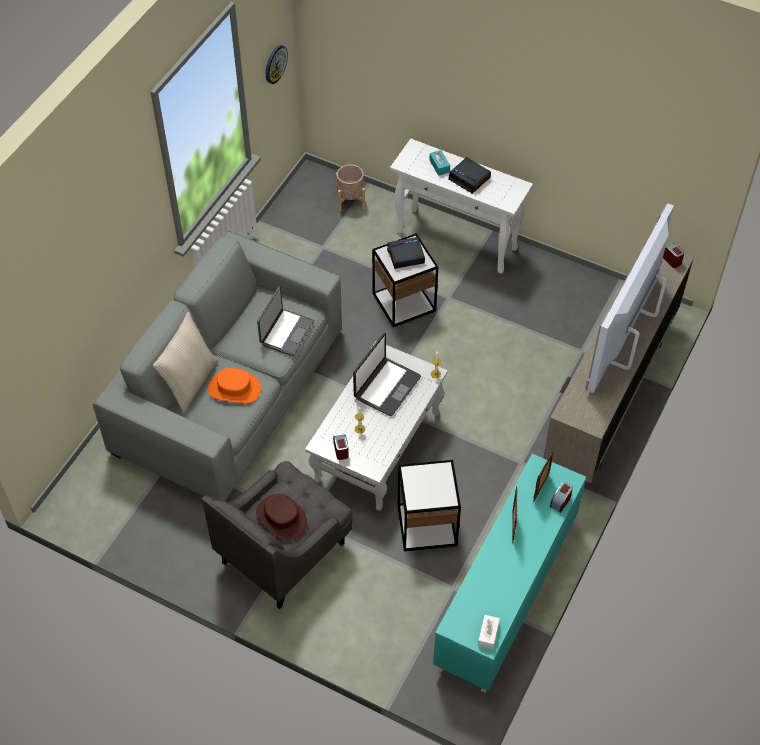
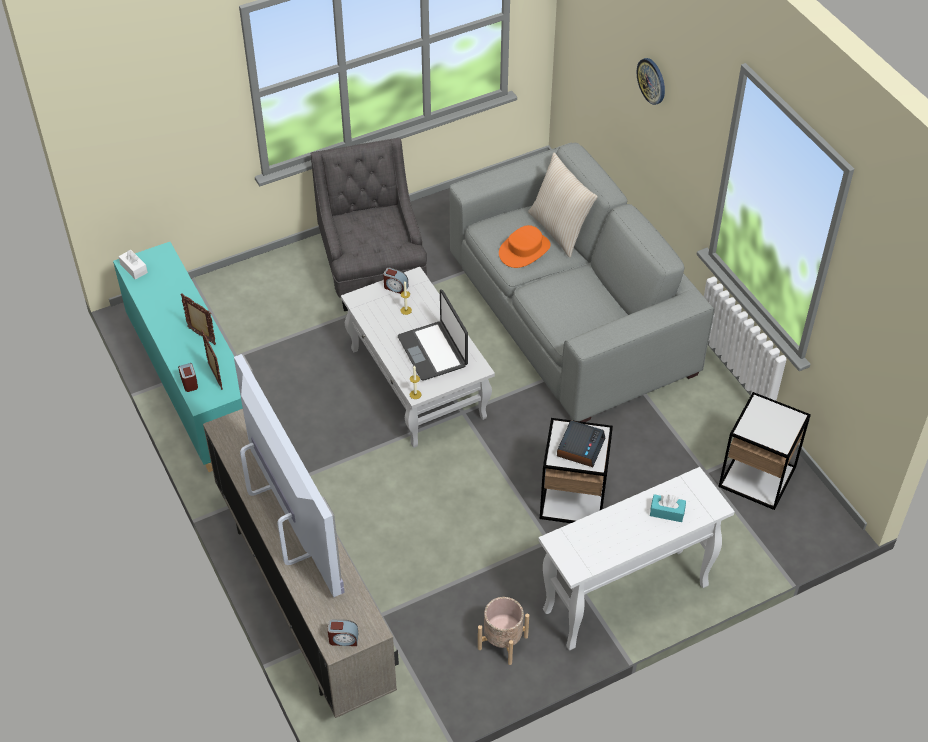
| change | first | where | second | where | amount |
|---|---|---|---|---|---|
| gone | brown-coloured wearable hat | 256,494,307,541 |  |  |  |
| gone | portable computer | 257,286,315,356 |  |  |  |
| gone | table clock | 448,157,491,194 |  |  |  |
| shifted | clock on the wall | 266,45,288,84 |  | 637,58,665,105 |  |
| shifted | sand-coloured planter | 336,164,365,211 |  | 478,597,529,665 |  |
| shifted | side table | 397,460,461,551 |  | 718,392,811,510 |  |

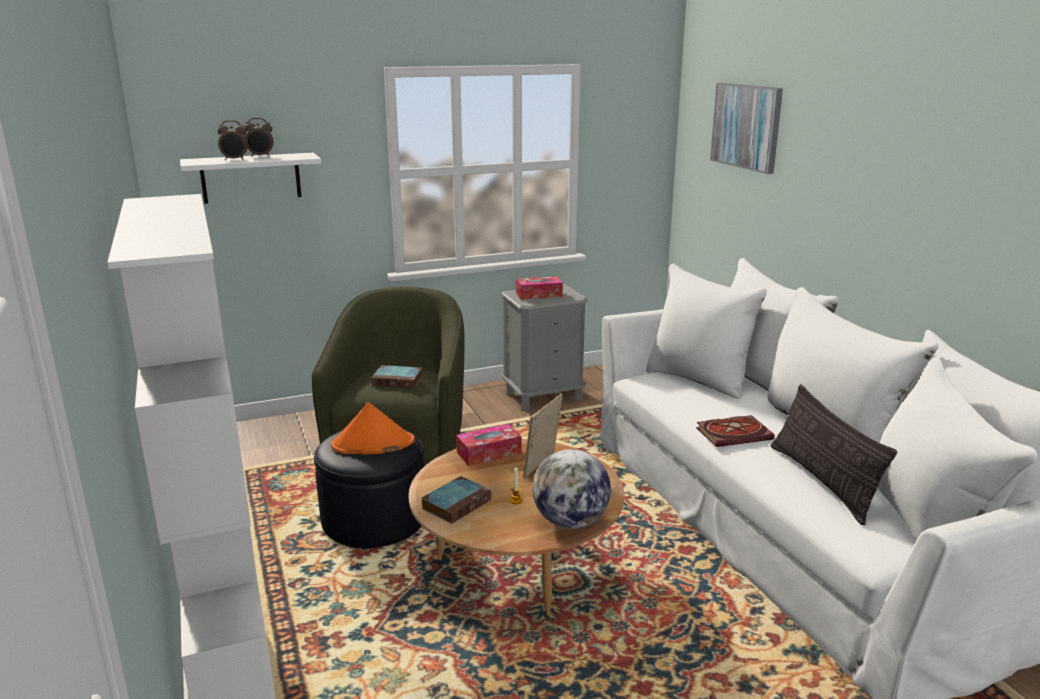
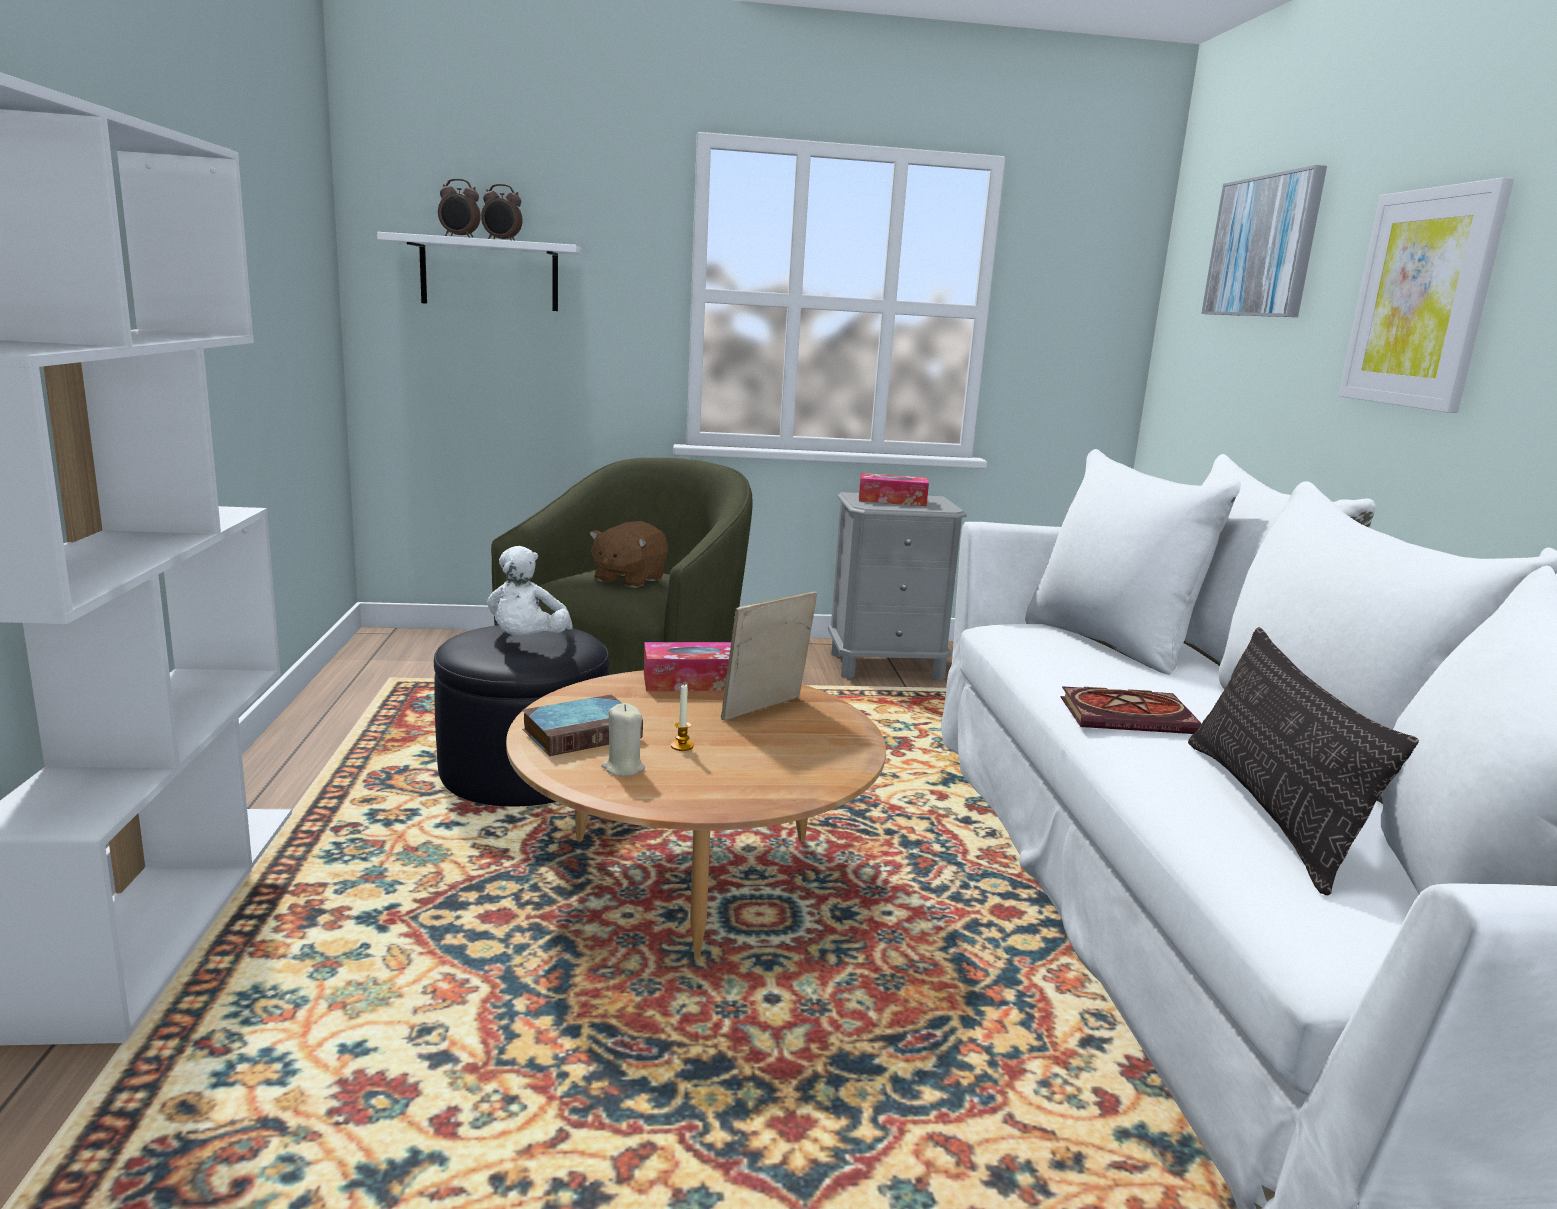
| change | first | where | second | where | amount |
|---|---|---|---|---|---|
| gone | world globe | 532,449,611,529 |  |  |  |
| new |  |  | sand-coloured wax candle | 601,703,645,776 |  |
| new |  |  | wall picture | 1338,177,1514,413 |  |
| swapped | orange wearable hat | 331,402,415,455 | whitish soft toy | 487,546,573,636 |  |
| swapped | bound book | 371,365,423,389 | brown-coloured soft toy | 589,521,668,588 |  |

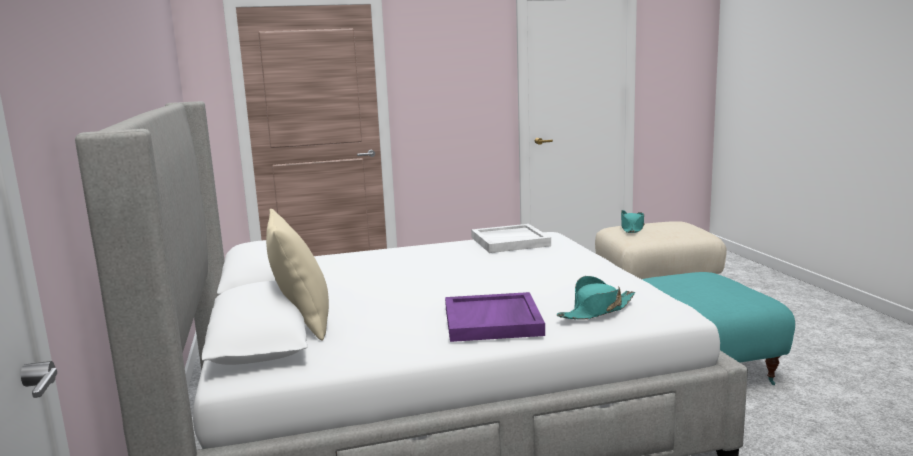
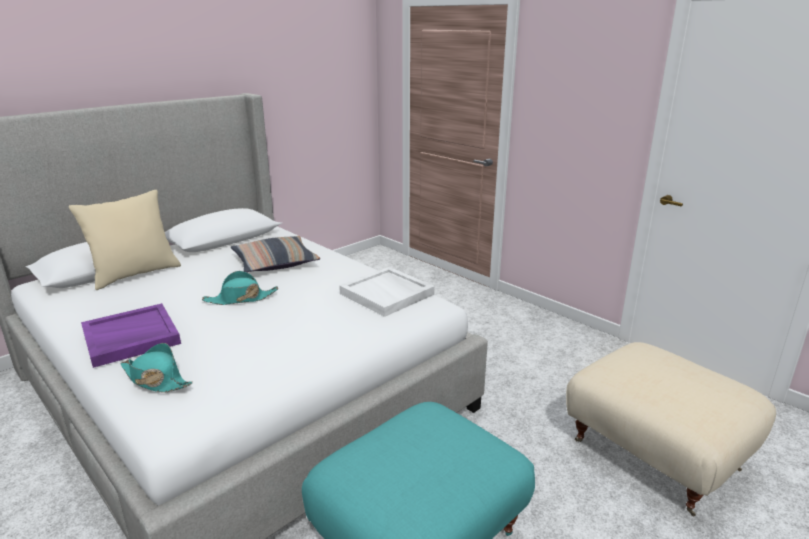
| change | first | where | second | where | amount |
|---|---|---|---|---|---|
| new |  |  | pillow | 231,236,320,272 |  |
| shifted | blue-green wearable hat | 621,210,644,233 |  | 202,271,278,305 |  |

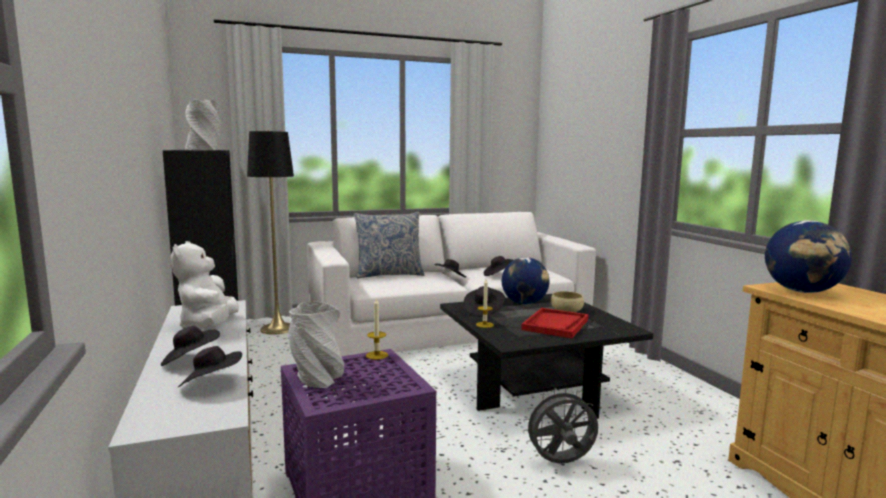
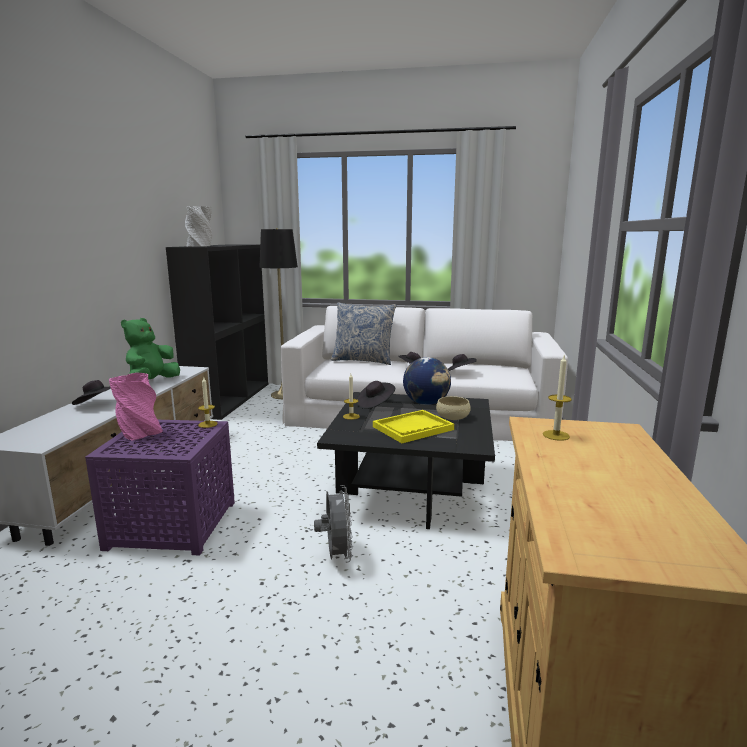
| change | first | where | second | where | amount |
|---|---|---|---|---|---|
| gone | blackish wearable hat | 178,346,242,387 |  |  |  |
| swapped | world globe | 765,220,852,293 | wax candle | 543,354,572,441 |  |
| repainted | whitish soft toy | 171,241,239,328 | green-coloured soft toy | 121,318,180,379 |  |
| repainted | gray decorative vase | 289,302,344,388 | pink decorative vase | 109,373,163,441 |  |
| repainted | red-coloured tray | 521,308,588,338 | yellowish tray | 373,410,454,443 |  |
| rotated | gray cooling fan | 523,387,598,464 |  | 314,485,353,563 | 60 degrees clockwise |

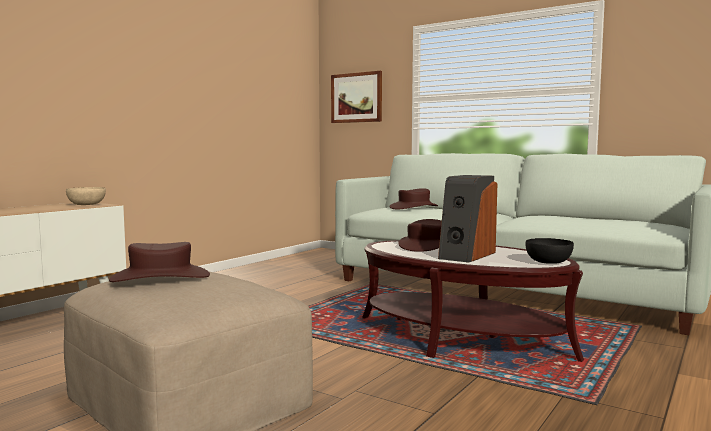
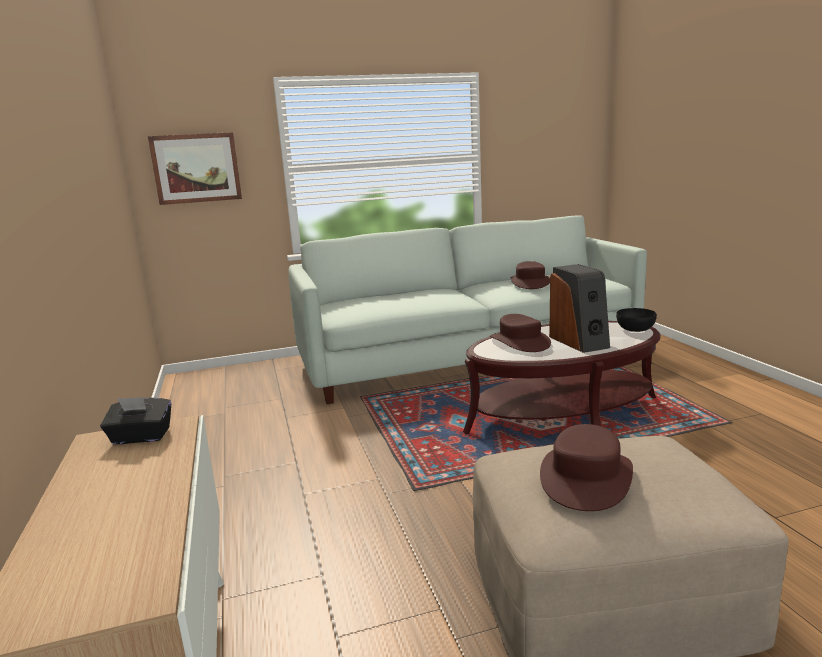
| change | first | where | second | where | amount |
|---|---|---|---|---|---|
| shifted | brown-coloured wearable hat | 390,188,438,209 |  | 510,261,550,289 |  |
| swapped | sand-coloured bowl | 66,187,106,205 | blackish box of tissues | 100,397,171,444 |  |

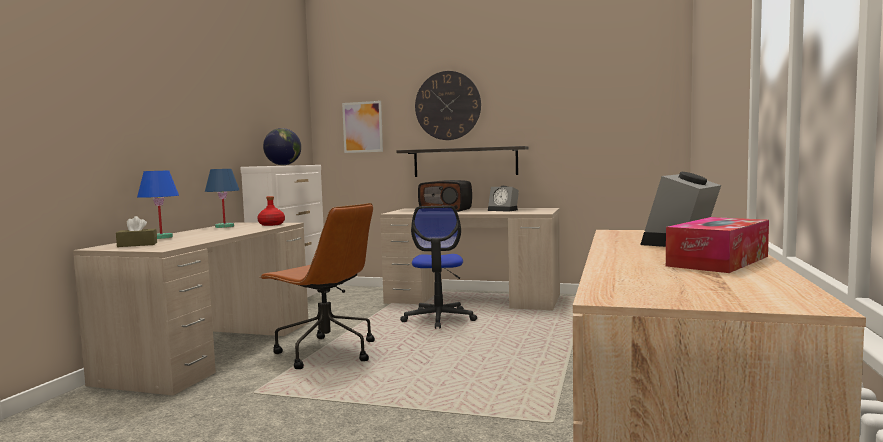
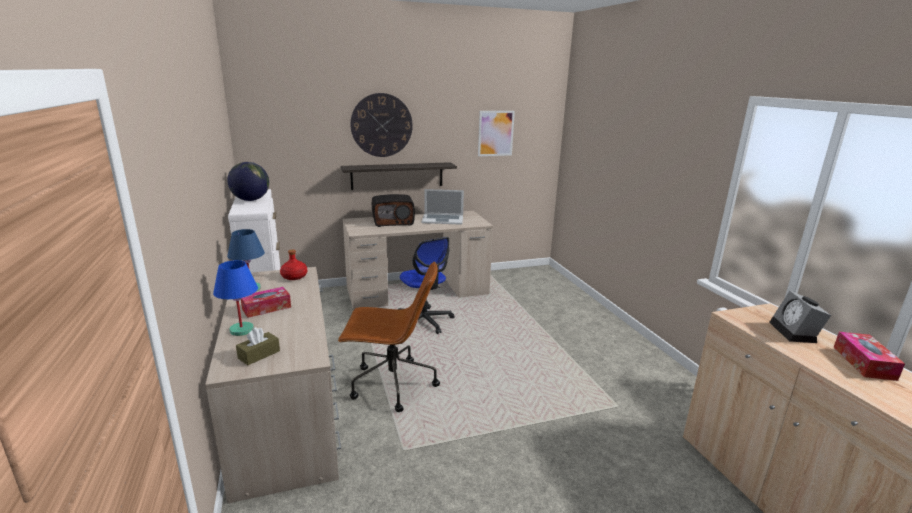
| change | first | where | second | where | amount |
|---|---|---|---|---|---|
| new |  |  | box of tissues | 241,287,291,318 |  |
| shifted | wall picture | 342,101,383,153 |  | 478,111,515,156 |  |
| swapped | table clock | 488,186,519,212 | portable computer | 422,189,464,225 |  |

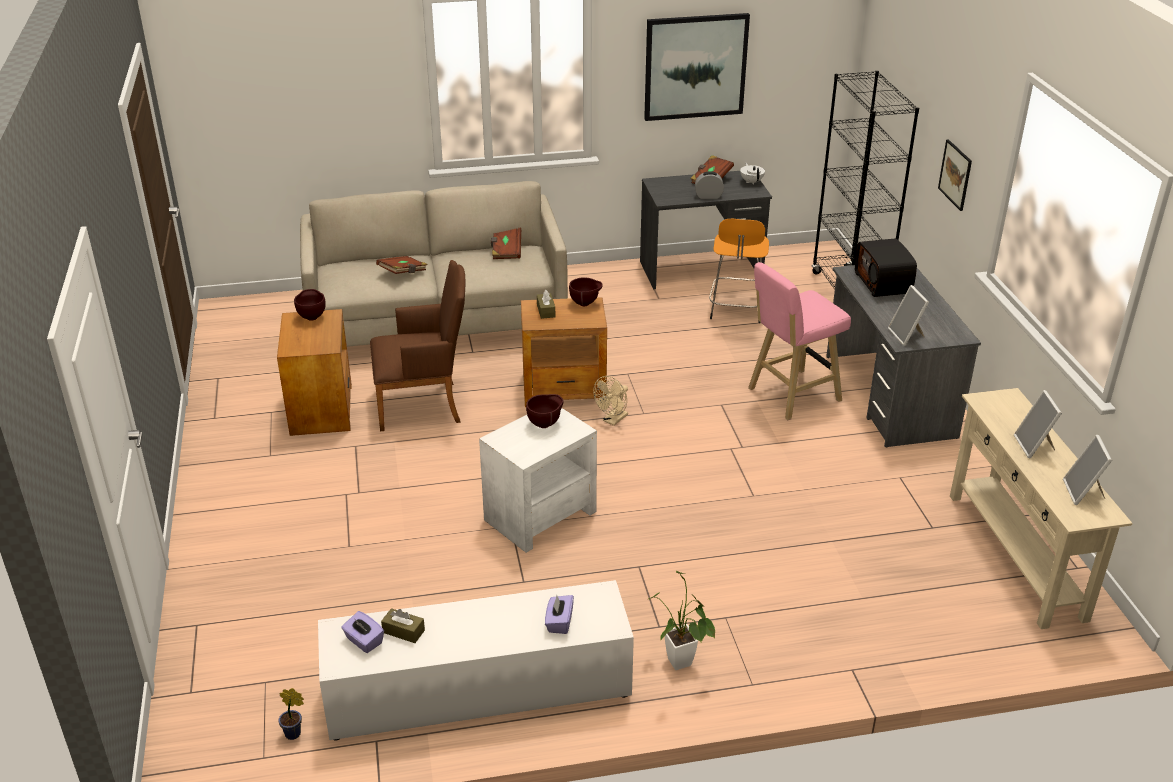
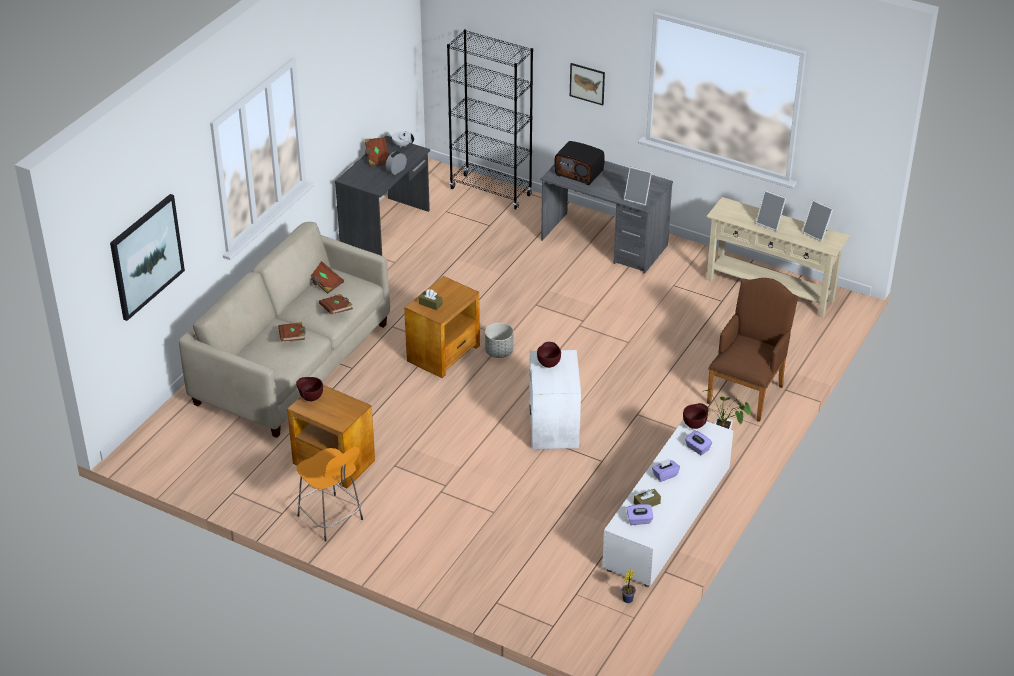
| change | first | where | second | where | amount |
|---|---|---|---|---|---|
| gone | pink sitting stool | 748,262,851,420 |  |  |  |
| new |  |  | brown-coloured bound book | 319,294,353,315 |  |
| new |  |  | purple-coloured box of tissues | 652,458,680,482 |  |
| shifted | brown-coloured lounge chair | 370,260,465,431 |  | 707,278,798,422 |  |
| shifted | brown-coloured bowl | 569,277,603,306 |  | 683,403,708,429 |  |
| shifted | wall picture | 644,13,750,121 |  | 110,194,185,321 |  |
| shifted | orange sitting stool | 709,219,769,323 |  | 297,447,363,541 |  |
| swapped | sand-coloured cooling fan | 593,376,628,426 | gray planter | 485,323,513,358 |  |

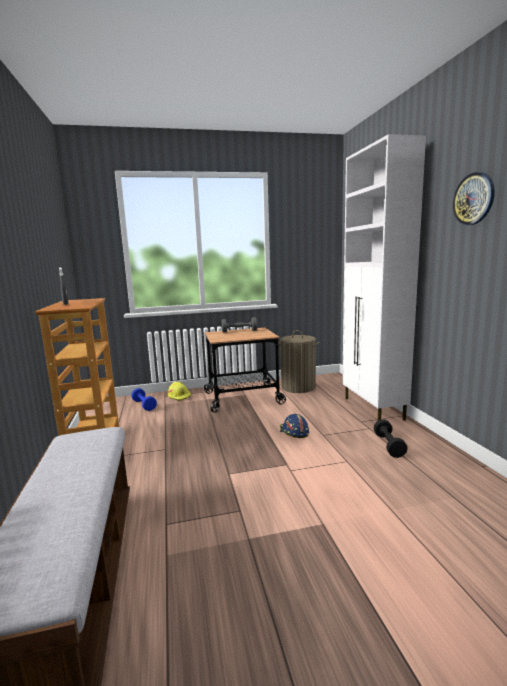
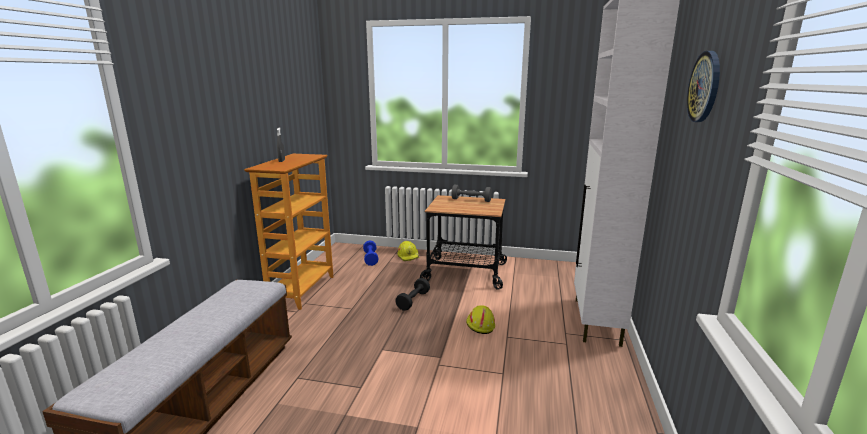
| change | first | where | second | where | amount |
|---|---|---|---|---|---|
| gone | washing basket | 278,330,320,393 |  |  |  |
| shifted | blackish hand weight | 374,419,408,458 |  | 395,278,430,311 |  |
| repainted | blue hard hat | 280,414,309,438 | yellowish hard hat | 466,305,495,334 |  |

